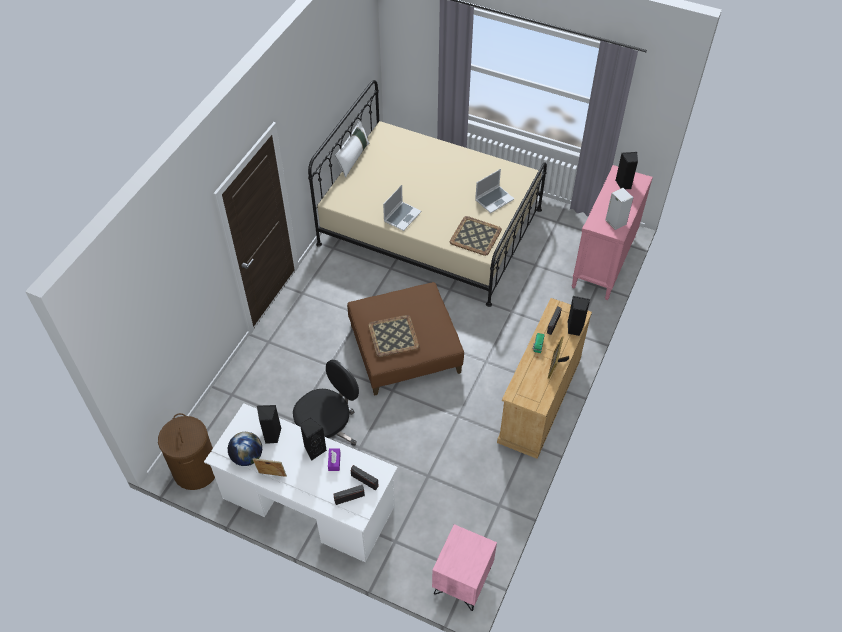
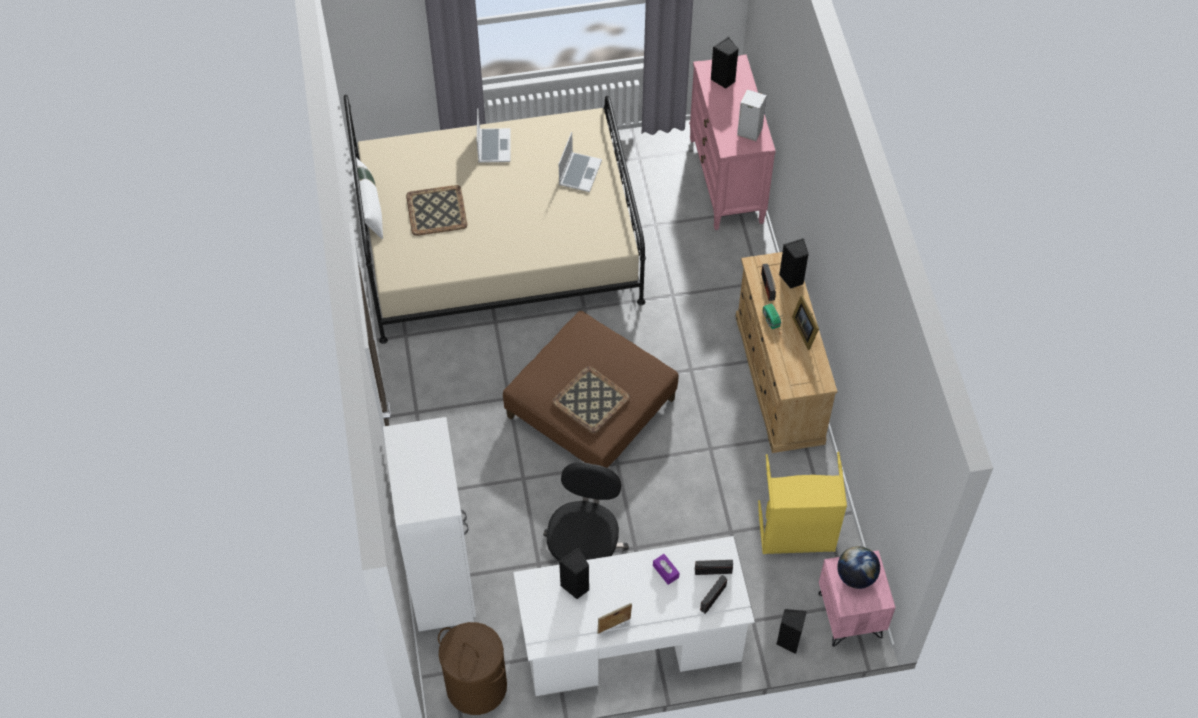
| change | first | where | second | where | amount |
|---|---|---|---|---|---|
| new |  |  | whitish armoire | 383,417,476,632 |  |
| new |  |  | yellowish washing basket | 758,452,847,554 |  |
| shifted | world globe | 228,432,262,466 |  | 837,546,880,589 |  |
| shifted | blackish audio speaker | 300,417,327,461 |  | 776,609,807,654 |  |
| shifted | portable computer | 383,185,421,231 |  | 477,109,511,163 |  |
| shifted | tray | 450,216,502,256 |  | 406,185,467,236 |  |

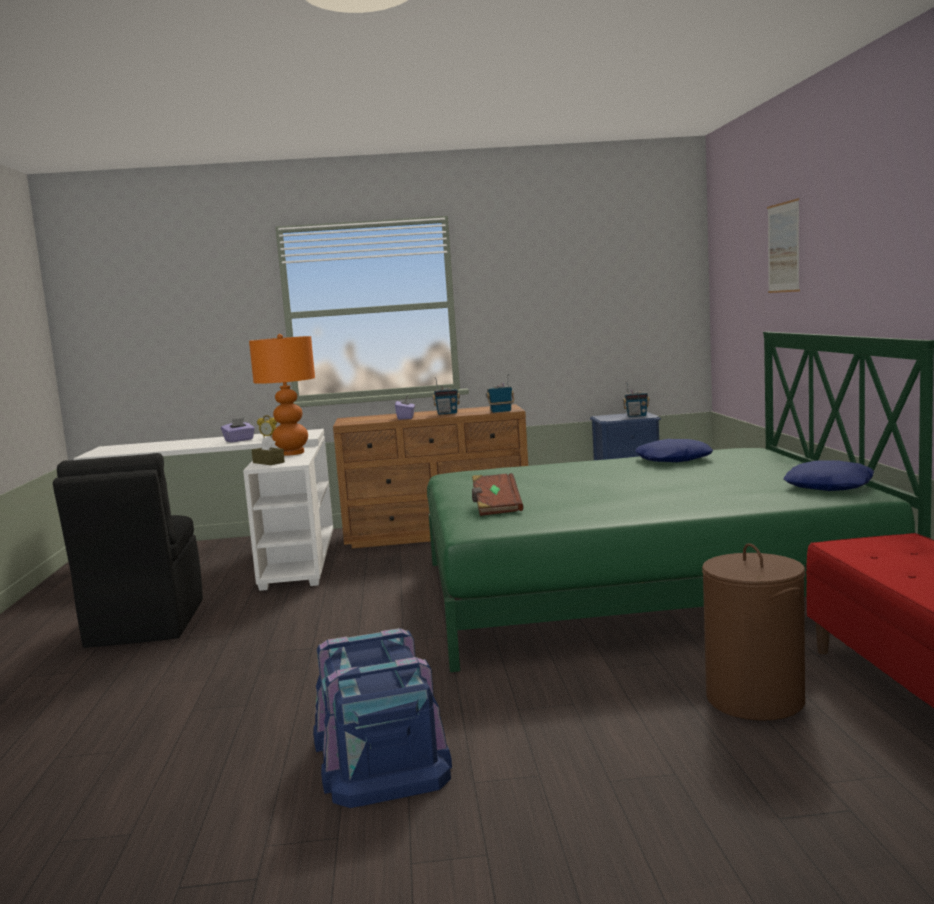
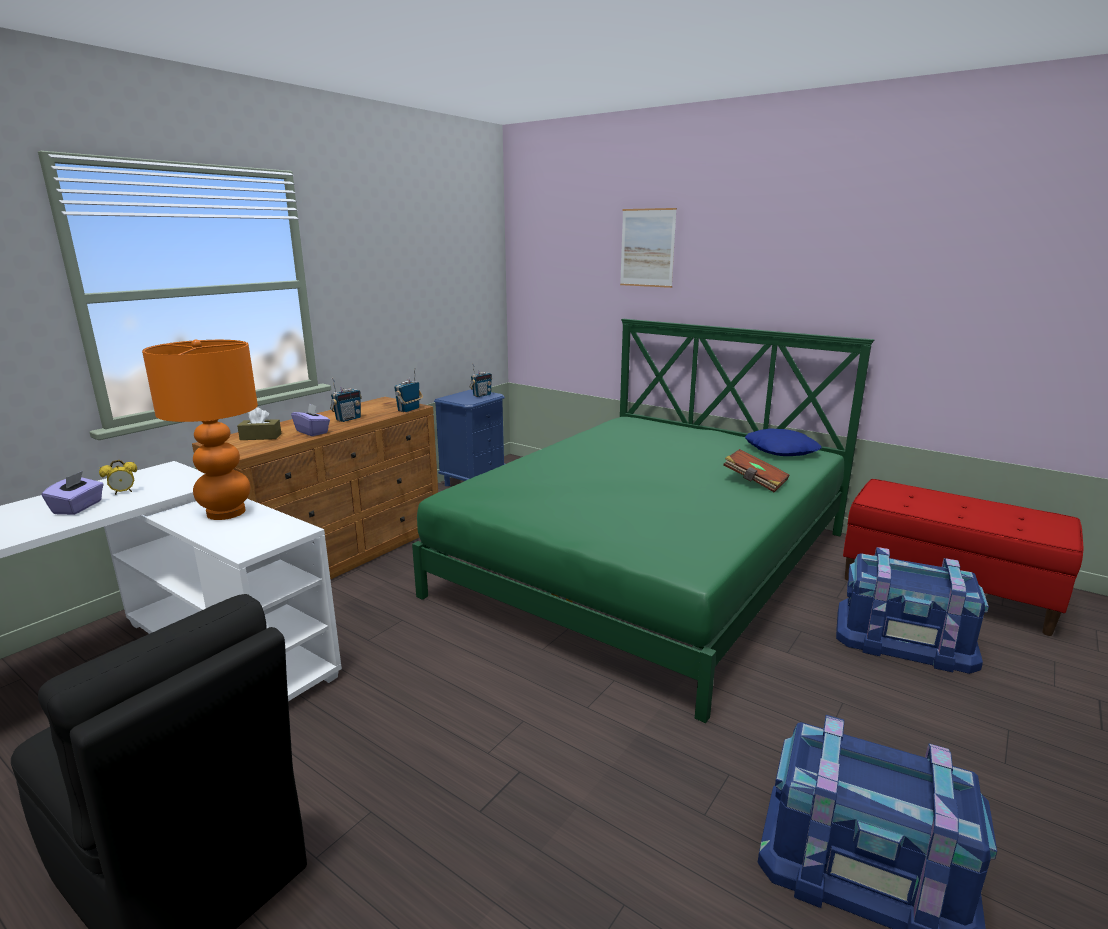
| change | first | where | second | where | amount |
|---|---|---|---|---|---|
| gone | blue pillow | 635,439,713,462 |  |  |  |
| shifted | brown-coloured box of tissues | 252,436,285,465 |  | 237,407,282,440 |  |
| shifted | brown-coloured bound book | 472,473,523,516 |  | 723,449,789,492 |  |
| swapped | brown-coloured washing basket | 702,543,805,721 | blue storage bin | 836,547,989,674 |  |

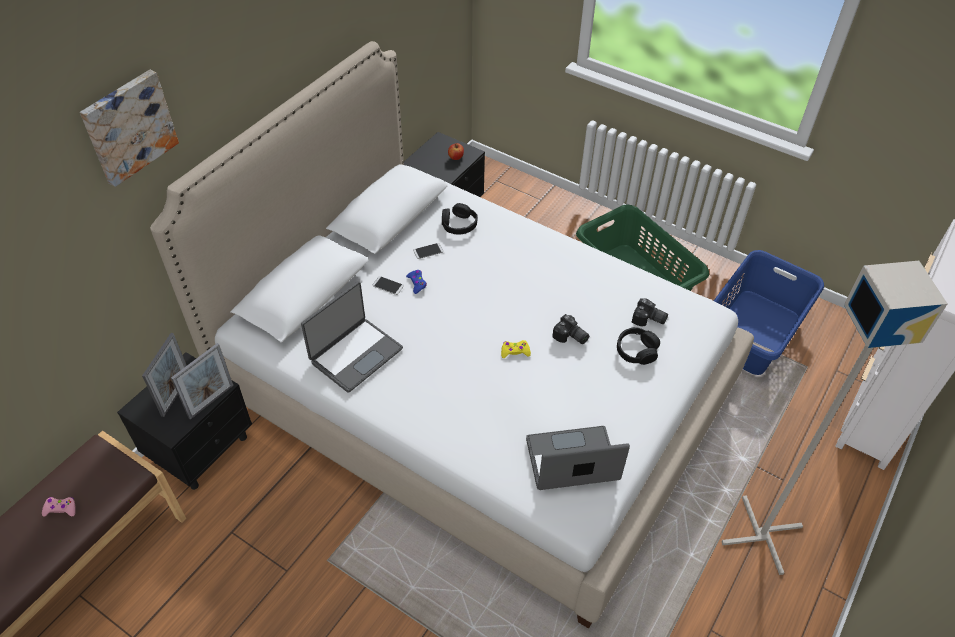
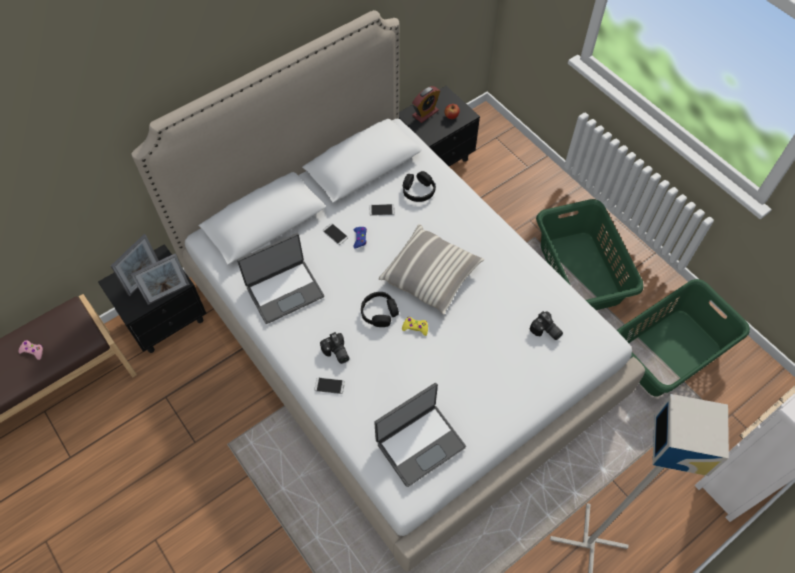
| change | first | where | second | where | amount |
|---|---|---|---|---|---|
| gone | wall picture | 80,70,179,187 |  |  |  |
| new |  |  | phone | 315,378,345,394 |  |
| new |  |  | pillow | 379,224,484,315 |  |
| new |  |  | table clock | 412,86,440,123 |  |
| shifted | still camera | 552,314,589,344 |  | 320,332,349,364 |  |
| shifted | blackish pair of headphones | 617,327,660,365 |  | 361,292,399,327 |  |
| repainted | blue washing basket | 714,250,824,375 | green-coloured washing basket | 617,279,750,397 |  |
| rotated | portable computer | 526,426,630,490 |  | 374,383,466,487 | 135 degrees clockwise |

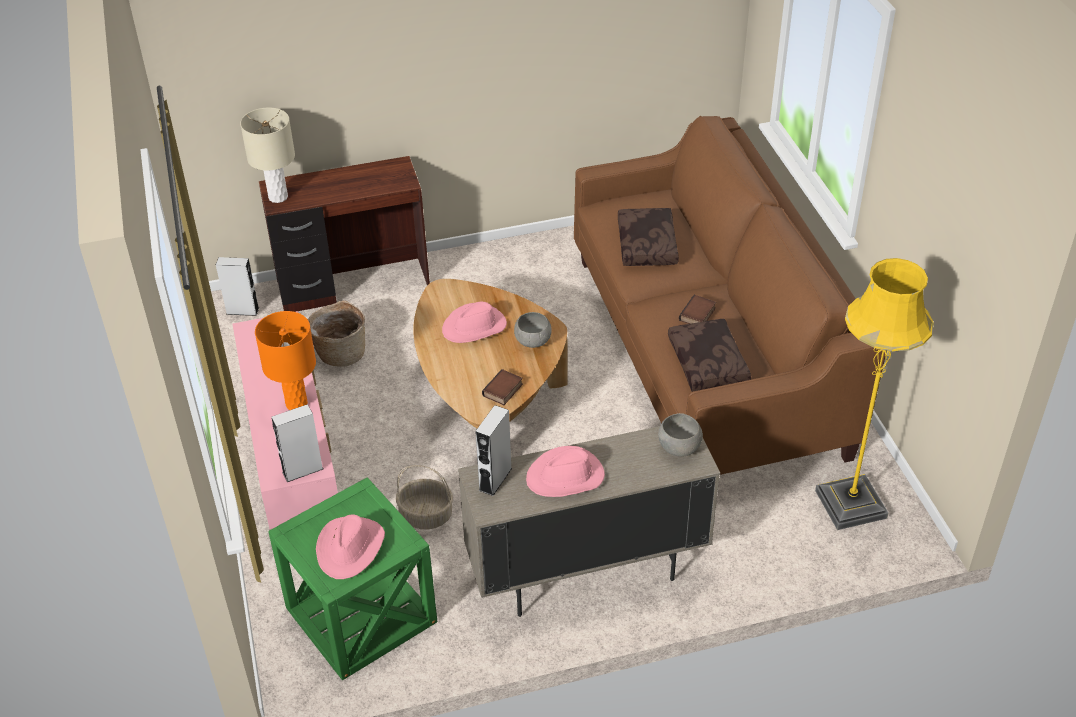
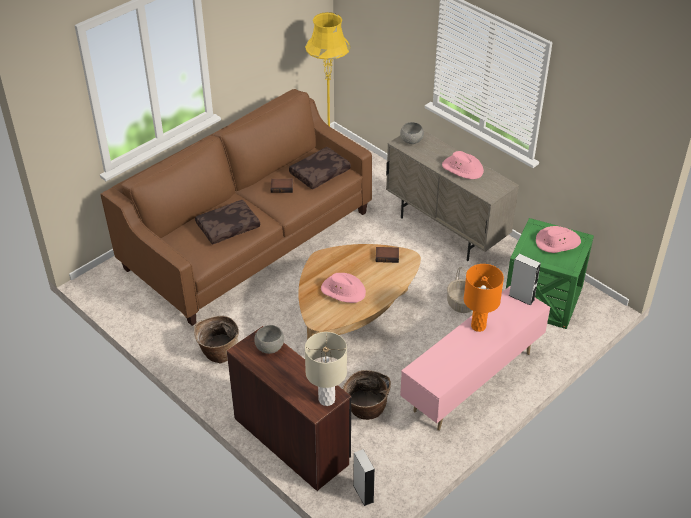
| change | first | where | second | where | amount |
|---|---|---|---|---|---|
| gone | gray audio speaker | 475,405,512,496 |  |  |  |
| new |  |  | household basket | 194,316,239,364 |  |
| shifted | gray bowl | 514,312,552,348 |  | 254,325,284,354 |  |

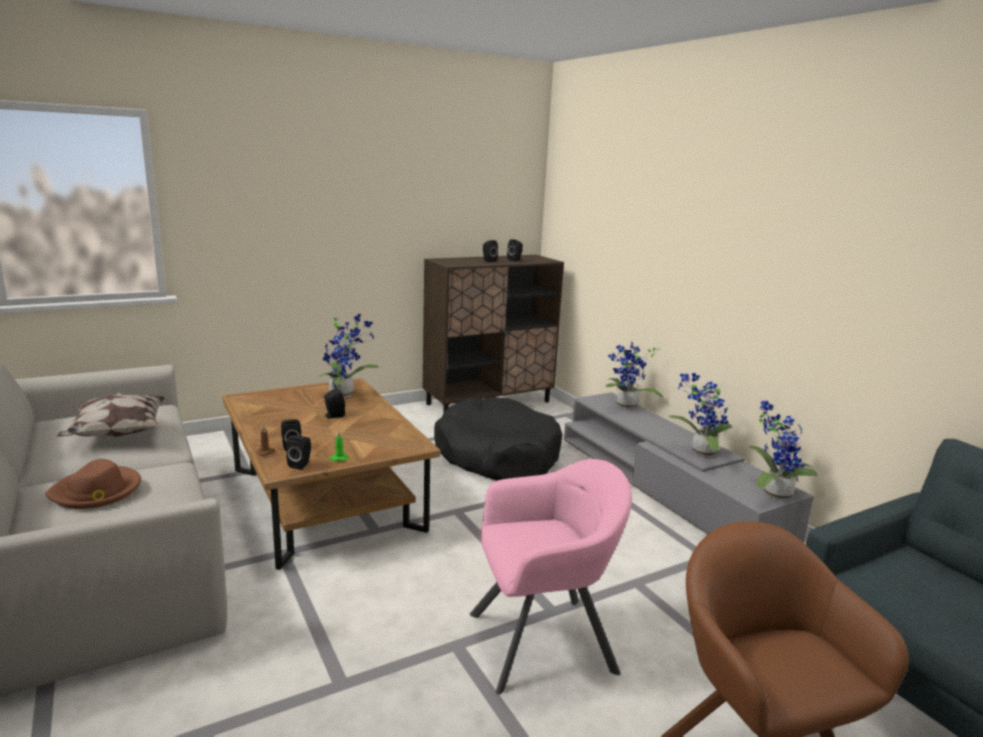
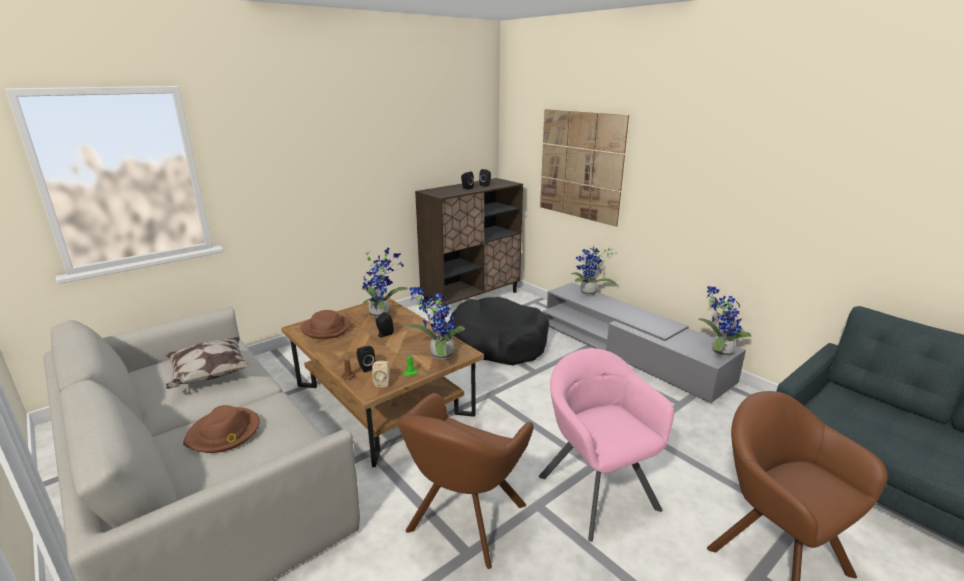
| change | first | where | second | where | amount |
|---|---|---|---|---|---|
| new |  |  | brown-coloured wearable hat | 300,310,351,339 |  |
| new |  |  | brown-coloured lounge chair | 398,393,534,569 |  |
| new |  |  | wall picture | 540,109,629,227 |  |
| shifted | potted plant | 669,373,732,457 |  | 408,287,465,360 |  |
| repainted | blackish audio speaker | 286,435,311,470 | sand-coloured audio speaker | 372,361,390,388 |  |
| rotated | pink lounge chair | 470,459,632,695 |  | 539,348,674,542 | 90 degrees counterclockwise |

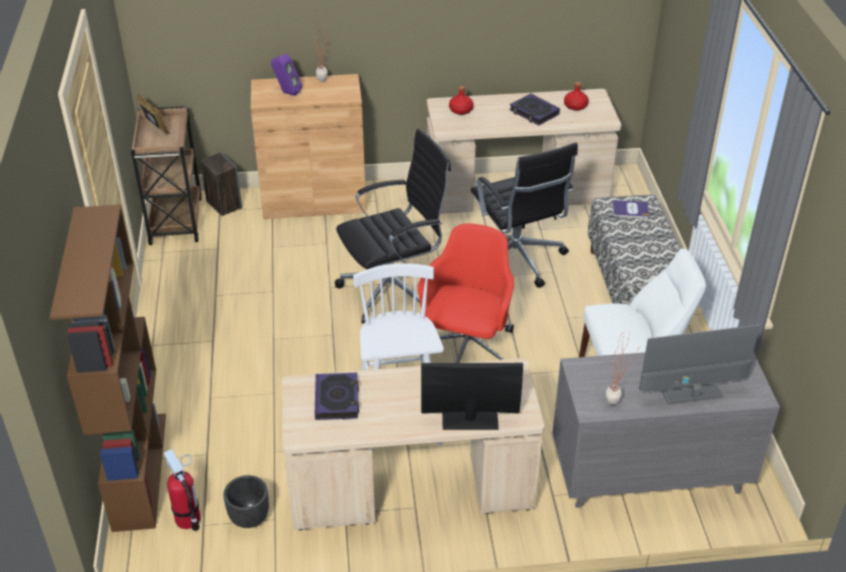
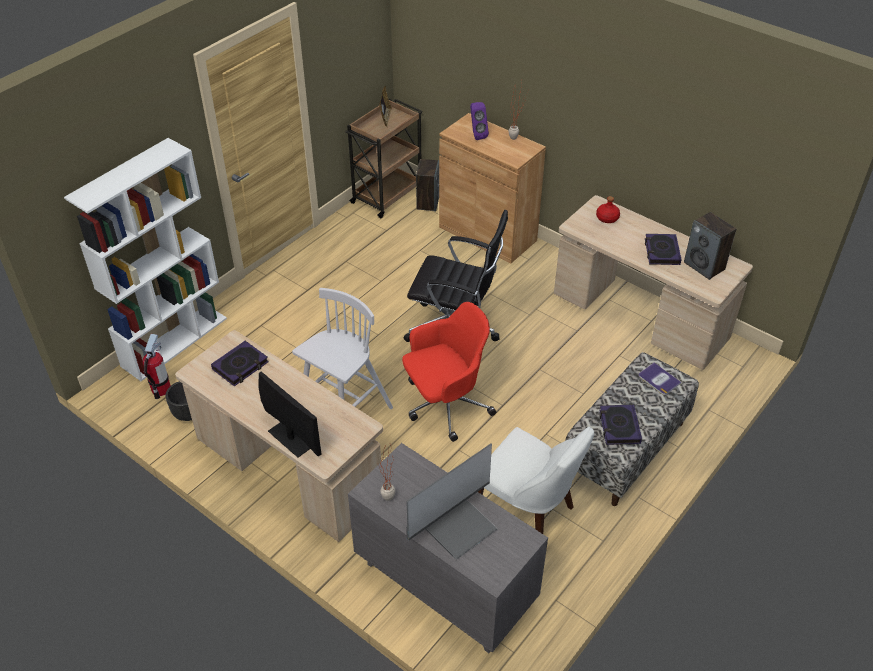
| change | first | where | second | where | amount |
|---|---|---|---|---|---|
| gone | blackish computer chair | 471,143,578,288 |  |  |  |
| new |  |  | bound book | 599,405,642,445 |  |
| swapped | red-coloured bottle | 564,82,589,111 | audio speaker | 684,212,736,280 |  |
| repainted | brown-coloured bookcase | 50,204,166,532 | whitish bookcase | 64,138,227,381 |  |
| rotated | computer screen | 639,324,760,404 |  | 406,444,497,560 | 105 degrees clockwise |

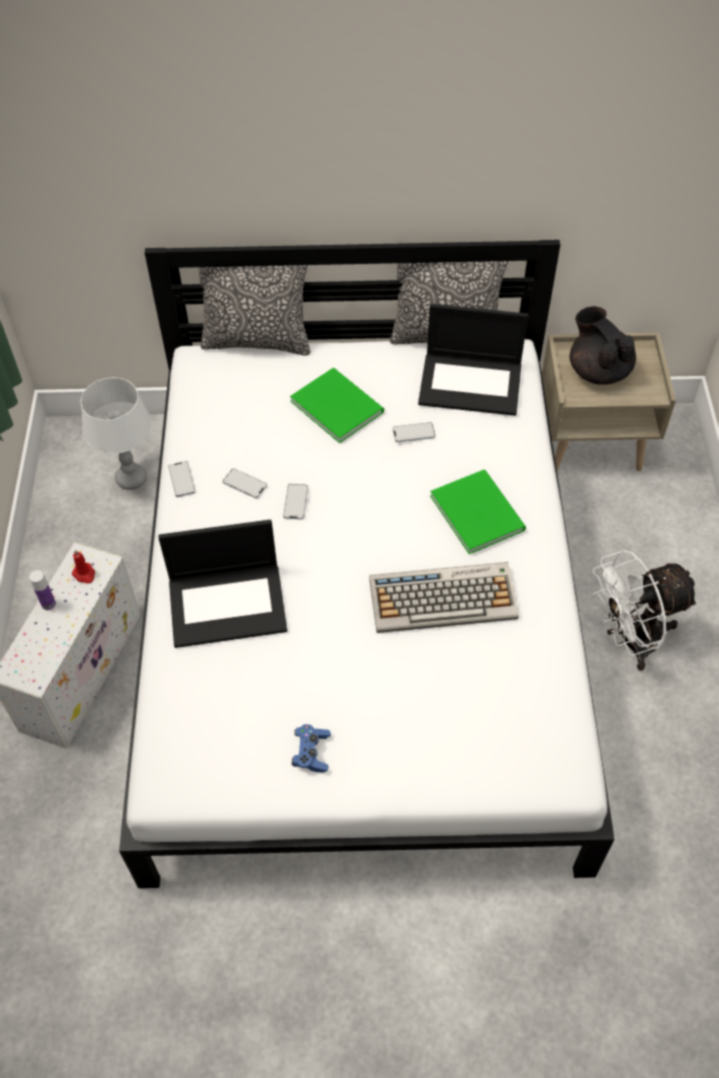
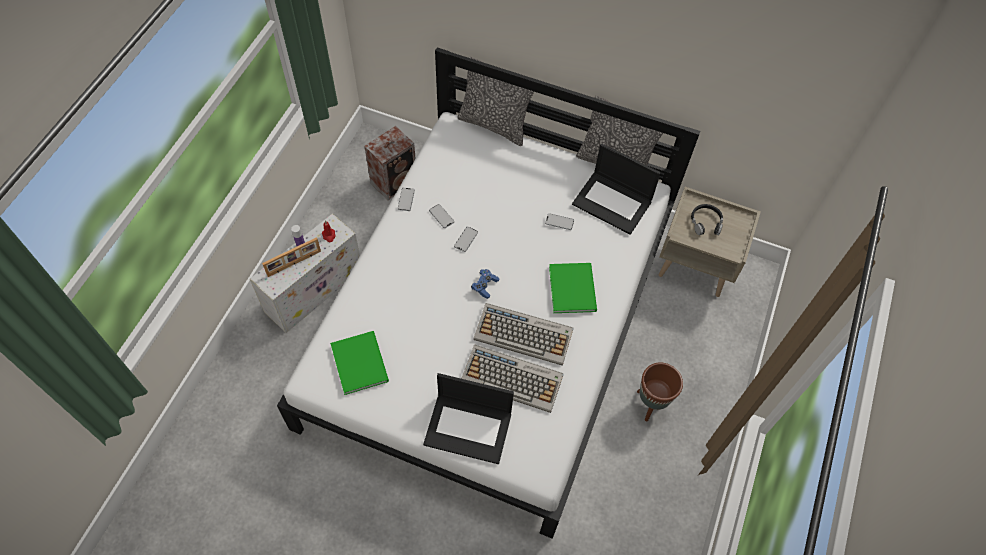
| change | first | where | second | where | amount |
|---|---|---|---|---|---|
| new |  |  | photo frame | 262,237,321,277 |  |
| new |  |  | PC keyboard | 461,344,564,413 |  |
| shifted | portable computer | 158,520,287,648 |  | 423,373,514,464 |  |
| shifted | green-coloured bound book | 290,368,384,443 |  | 330,331,389,395 |  |
| shifted | blue game controller | 292,724,331,772 |  | 471,269,500,298 |  |
| swapped | whitish tabletop lamp | 81,378,152,490 | audio speaker | 364,126,416,200 |  |
| swapped | blackish teapot | 570,306,636,385 | blackish pair of headphones | 691,204,723,235 |  |
| swapped | whitish cooling fan | 592,550,699,671 | brown-coloured planter | 637,363,683,421 |  |

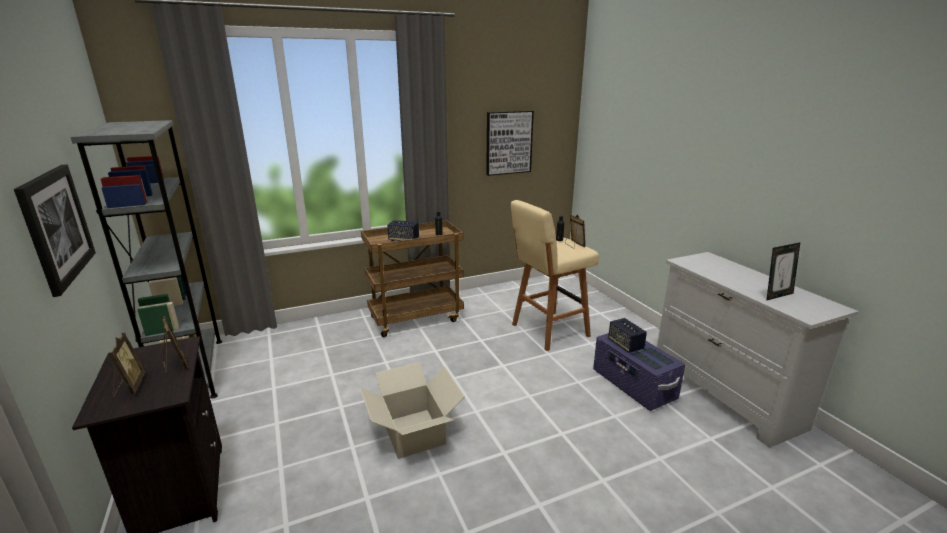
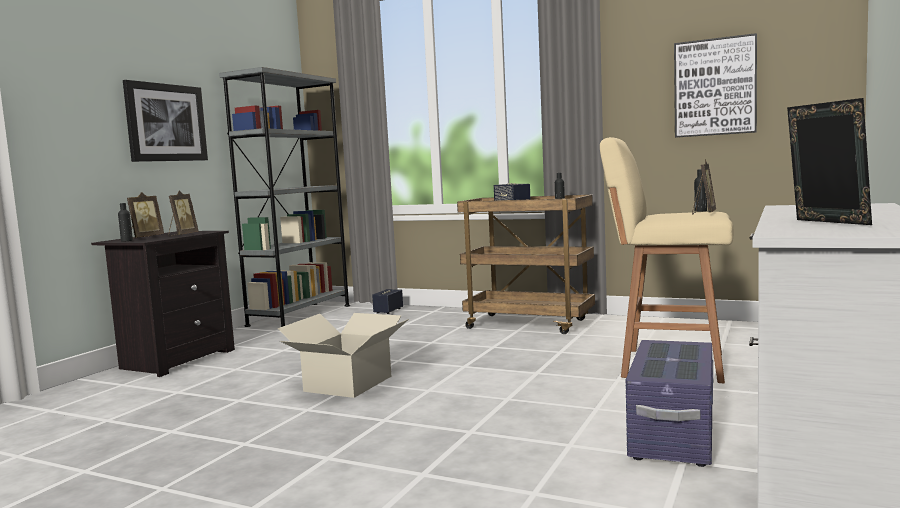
| change | first | where | second | where | amount |
|---|---|---|---|---|---|
| new |  |  | blackish bottle | 118,203,133,242 |  |
| shifted | audio speaker | 608,318,647,353 |  | 372,289,403,314 |  |
| rotated | photo frame | 766,243,800,301 |  | 787,98,872,225 | 135 degrees counterclockwise |

